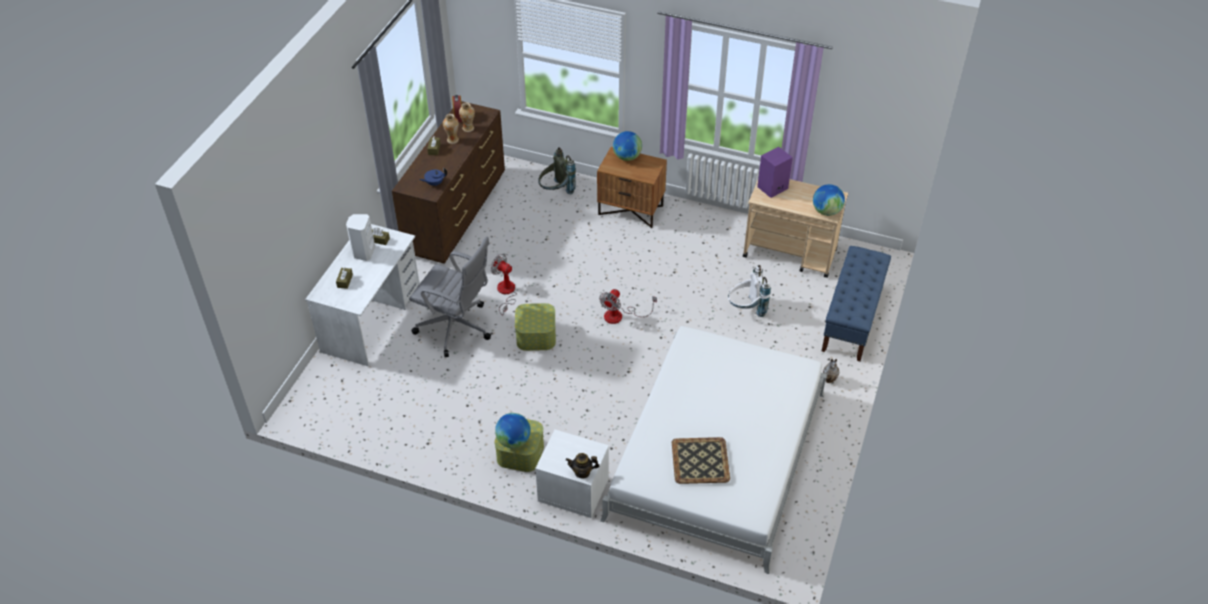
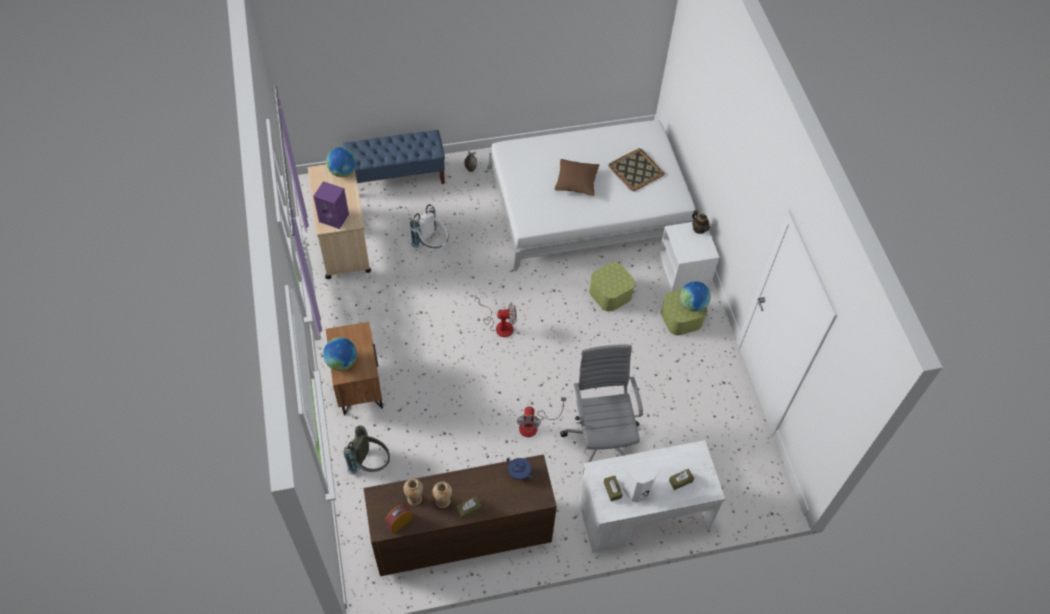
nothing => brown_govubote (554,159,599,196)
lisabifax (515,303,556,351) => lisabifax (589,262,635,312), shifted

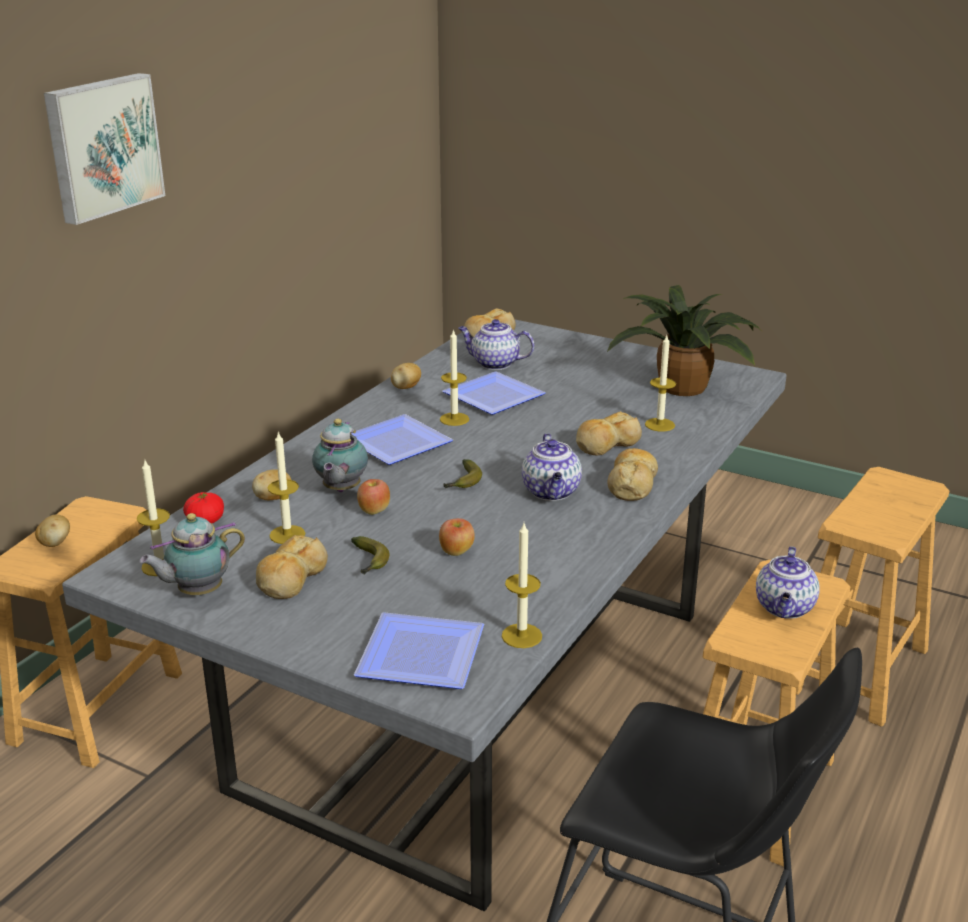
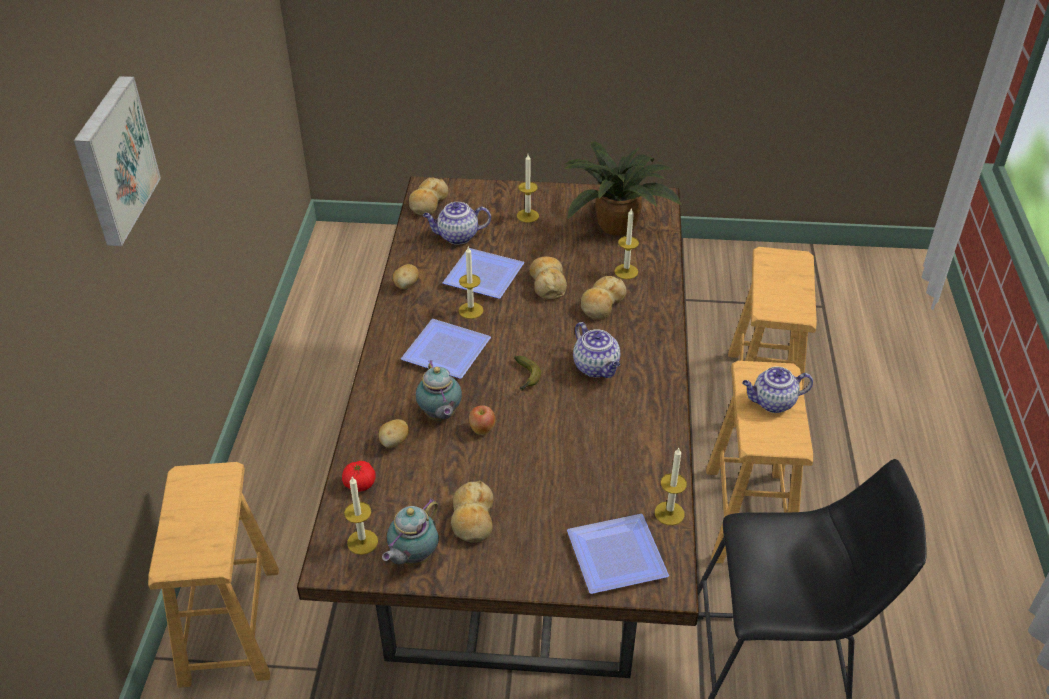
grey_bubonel (62,320,787,911) => brown_bubonel (297,176,699,678)
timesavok (268,431,305,544) => timesavok (517,154,539,223), shifted
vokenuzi (607,448,658,501) => vokenuzi (530,256,567,300), shifted
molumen (756,546,820,619) => molumen (742,367,813,413), 90 degrees clockwise
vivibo (35,514,70,547) => nothing
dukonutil (351,536,389,575) => nothing
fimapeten (439,518,475,556) => nothing

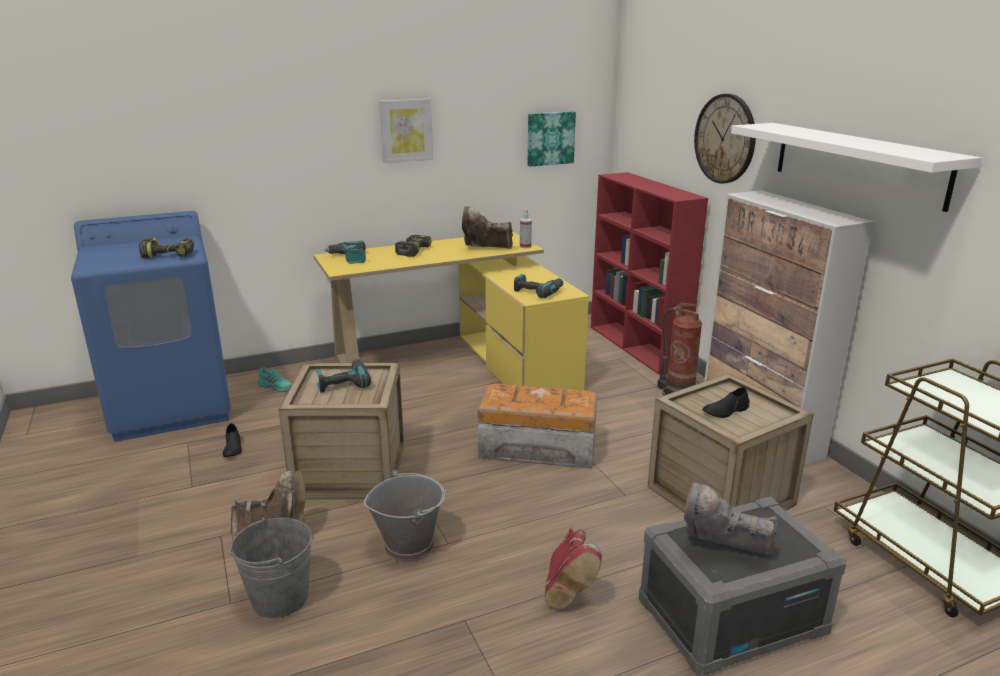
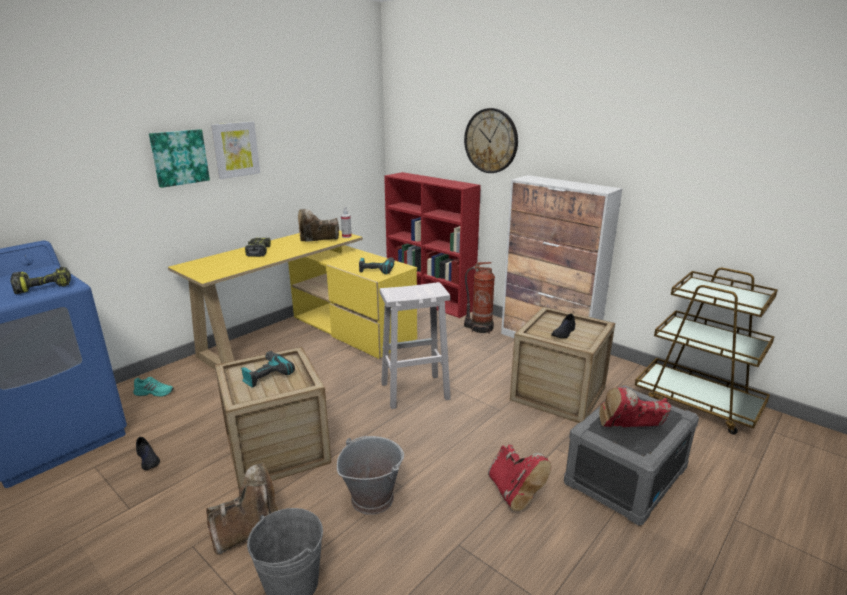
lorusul (528,111,576,167) => lorusul (149,129,210,188), shifted
lisabifax (478,384,597,469) => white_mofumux (379,282,451,409)
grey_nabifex (684,482,778,555) => red_nabifex (599,387,671,427)
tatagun (324,241,366,264) => nothing
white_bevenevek (731,123,982,212) => nothing

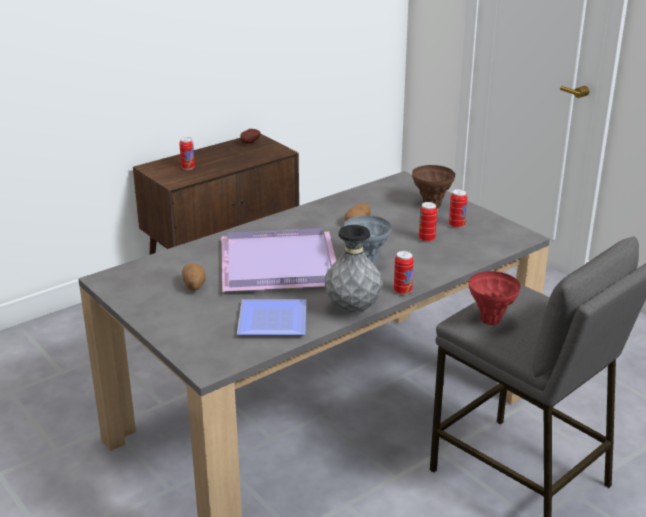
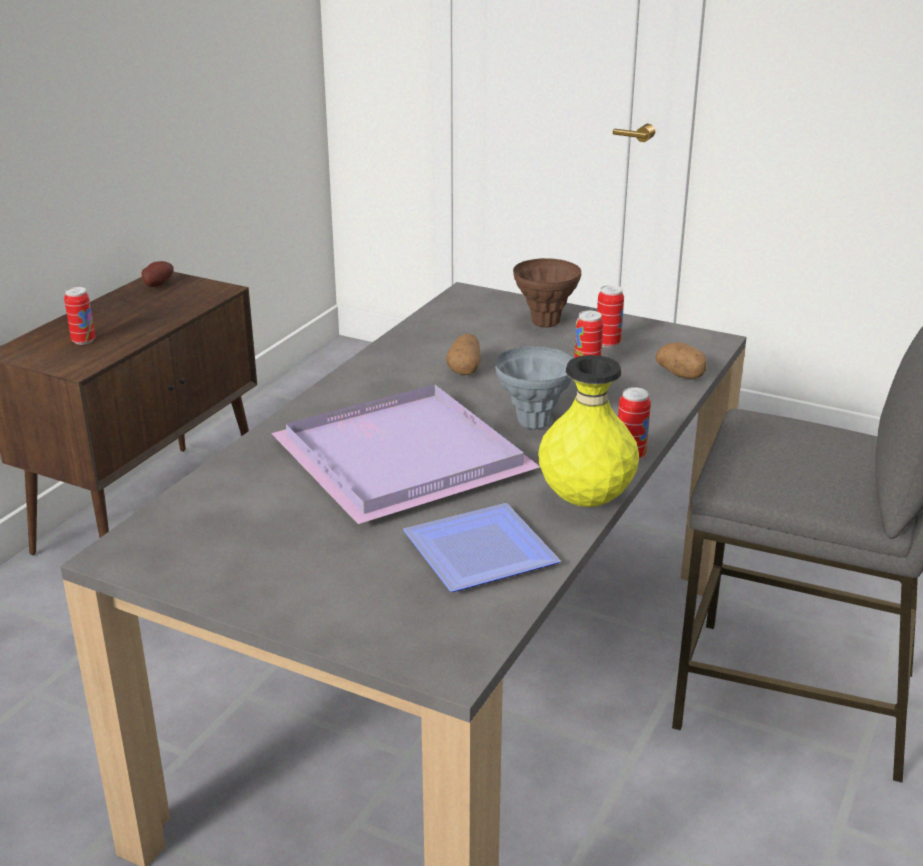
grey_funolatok (324,225,383,313) => yellow_funolatok (538,355,639,507)
vivibo (182,263,205,291) => vivibo (655,342,707,379), shifted
red_funolatok (469,271,521,325) => nothing

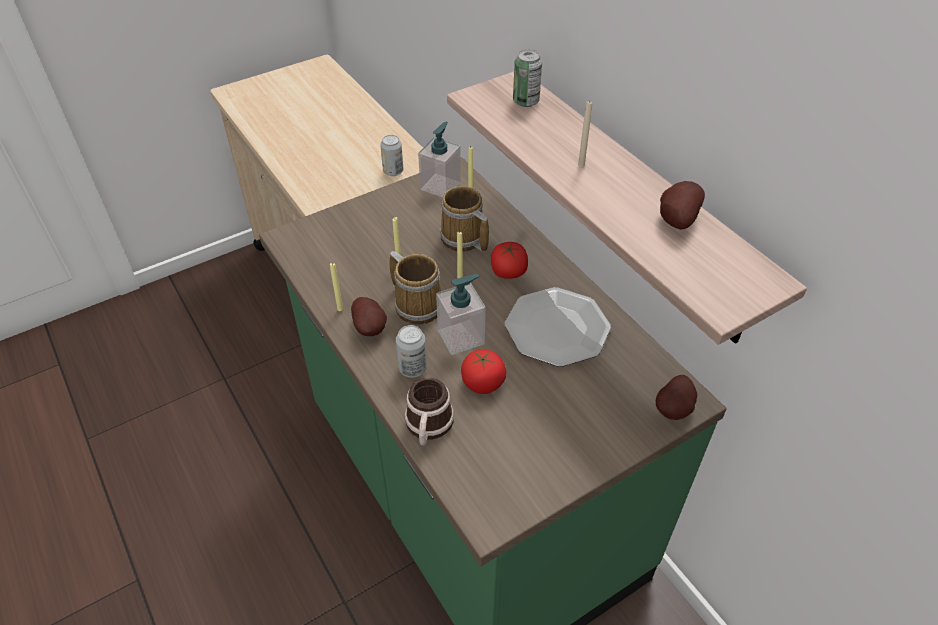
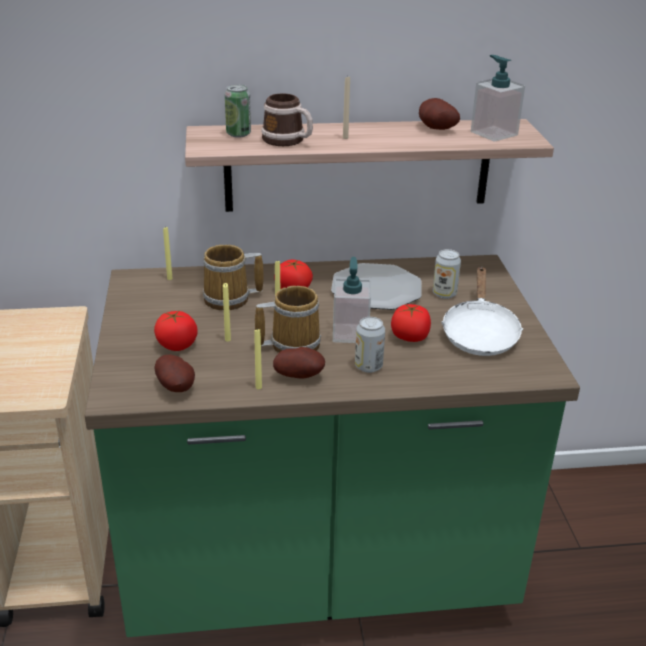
nothing => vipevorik (154,311,198,351)
vivibo (656,375,697,420) => vivibo (154,354,195,392), shifted
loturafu (405,378,454,446) => loturafu (261,93,313,146), shifted
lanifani (380,135,403,176) => lanifani (433,249,461,299), shifted
nothing => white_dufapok (441,267,523,356)
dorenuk (418,122,461,197) => dorenuk (471,55,525,142), shifted

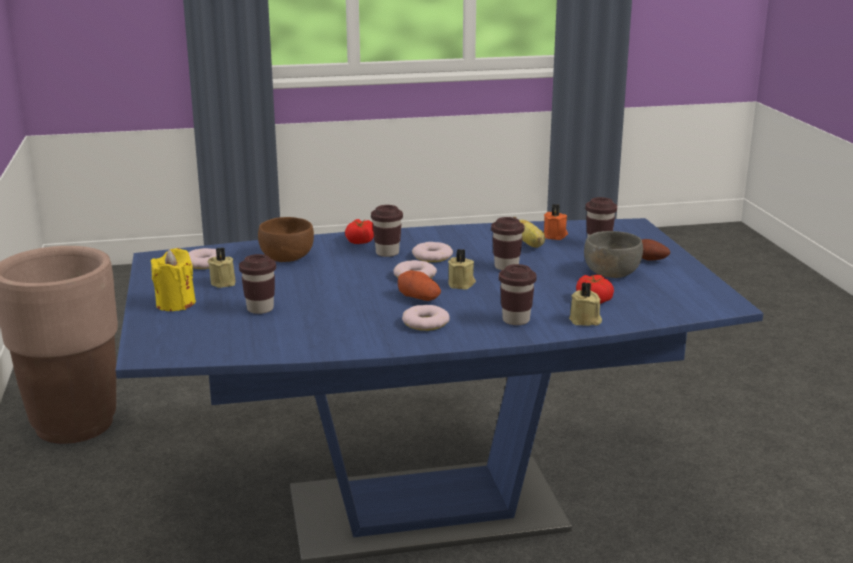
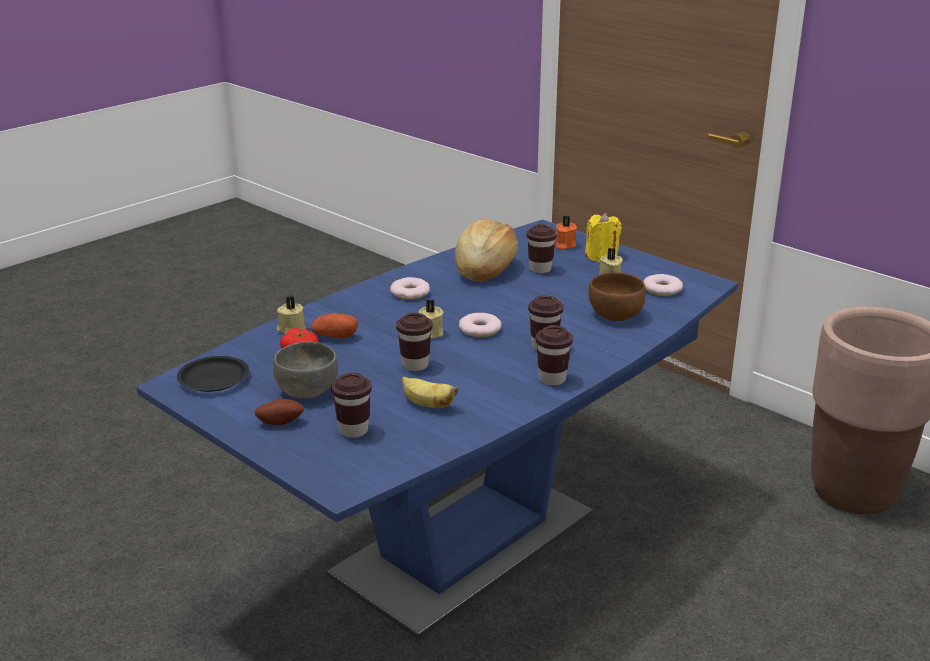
nothing => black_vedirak (177,356,249,392)
vivibo (398,270,441,301) => vivibo (311,313,358,338), shifted
nothing => vokenuzi (455,219,518,282)
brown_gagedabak (499,264,537,325) => brown_gagedabak (536,325,573,386), shifted
orange_timesavok (544,204,568,240) => orange_timesavok (555,216,577,250), shifted
vipevorik (345,219,374,244) => nothing
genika (412,242,453,262) => nothing

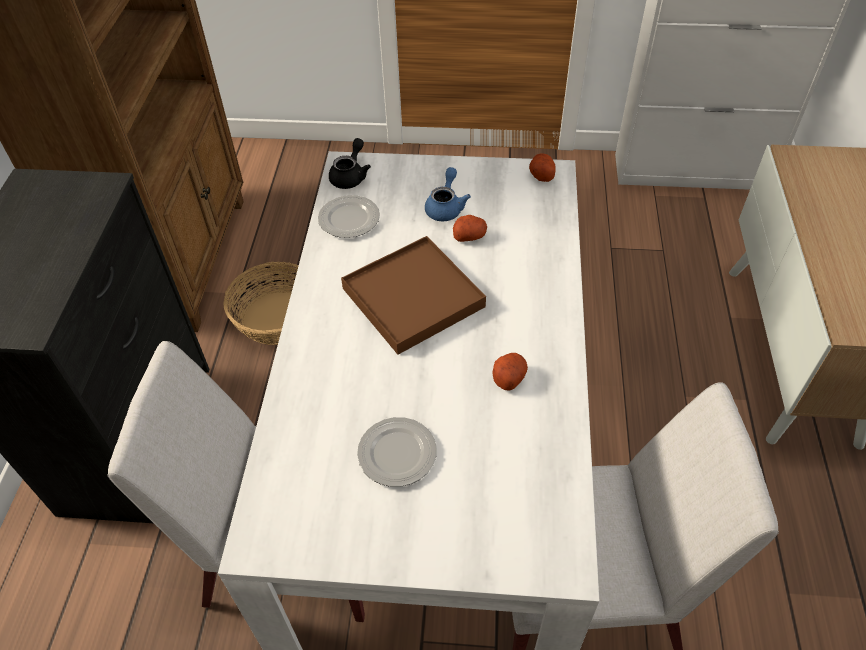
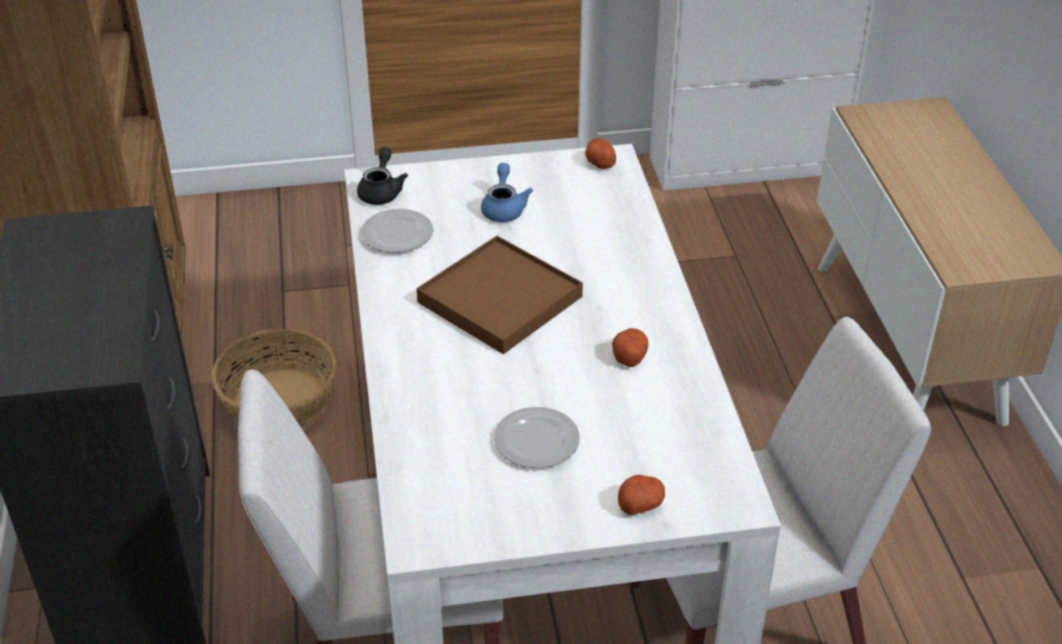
vivibo (453,215,487,242) => vivibo (618,475,665,515), shifted

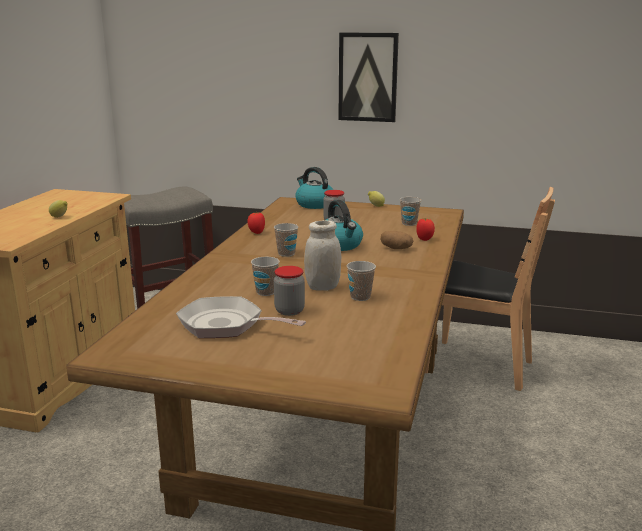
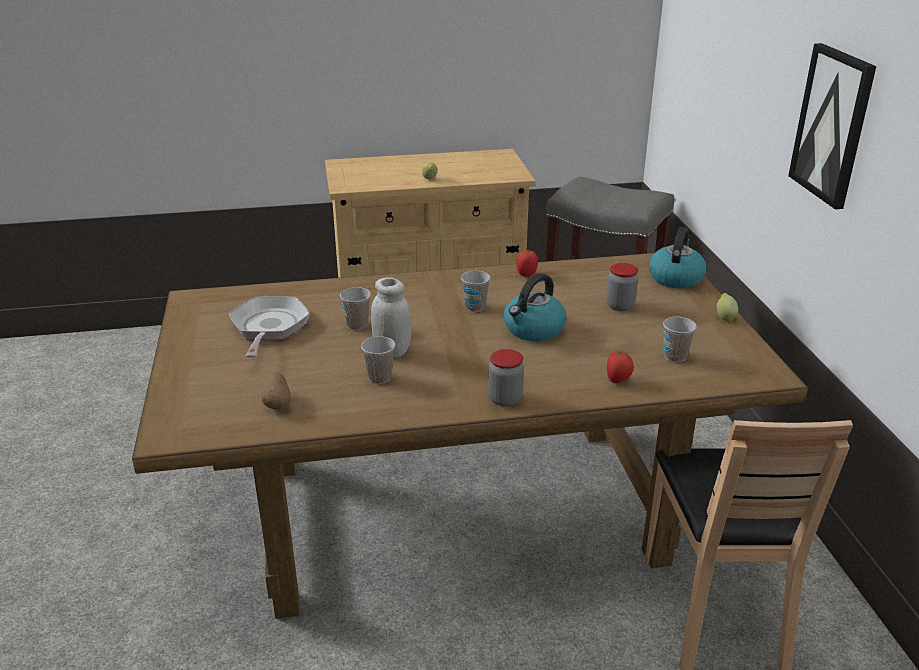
vivibo (380,231,413,249) => vivibo (261,373,290,410), shifted
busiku (274,266,305,316) => busiku (488,349,524,407), shifted

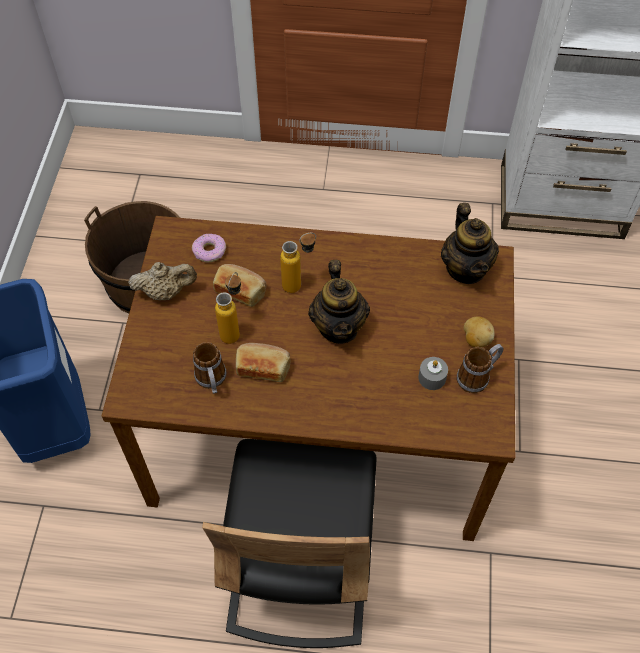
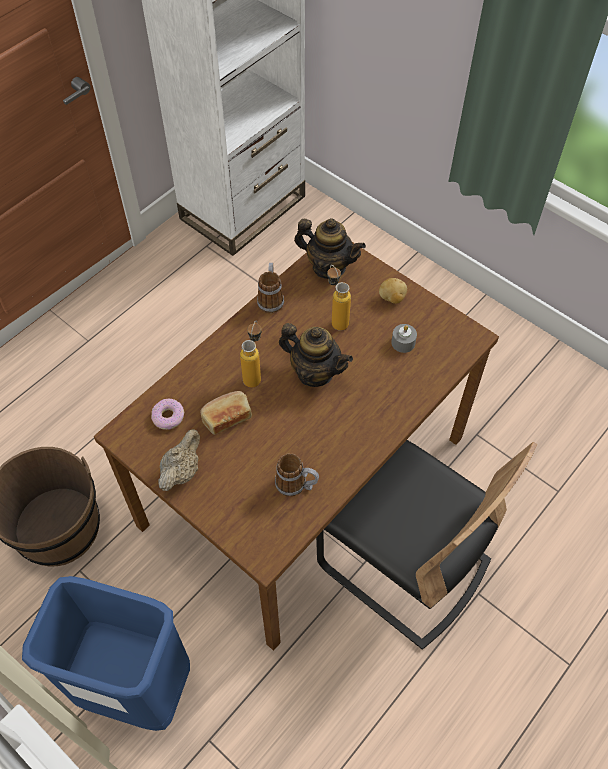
loturafu (457,344,504,393) => loturafu (257,263,284,313), shifted
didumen (215,272,241,344) => didumen (327,265,351,331), shifted
vokenuzi (236,343,290,382) => nothing

